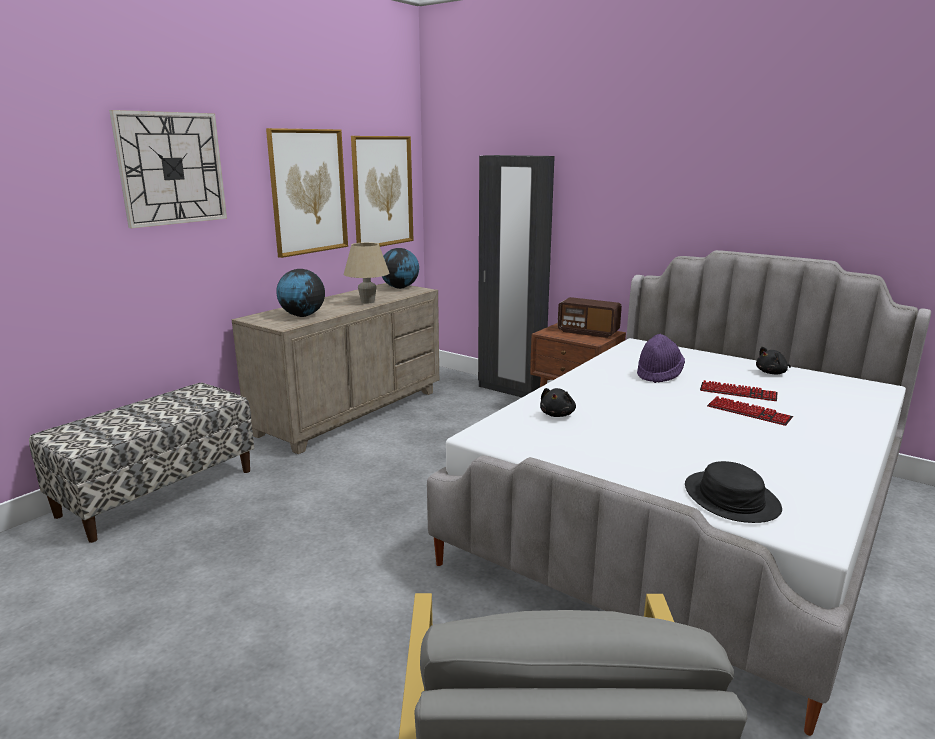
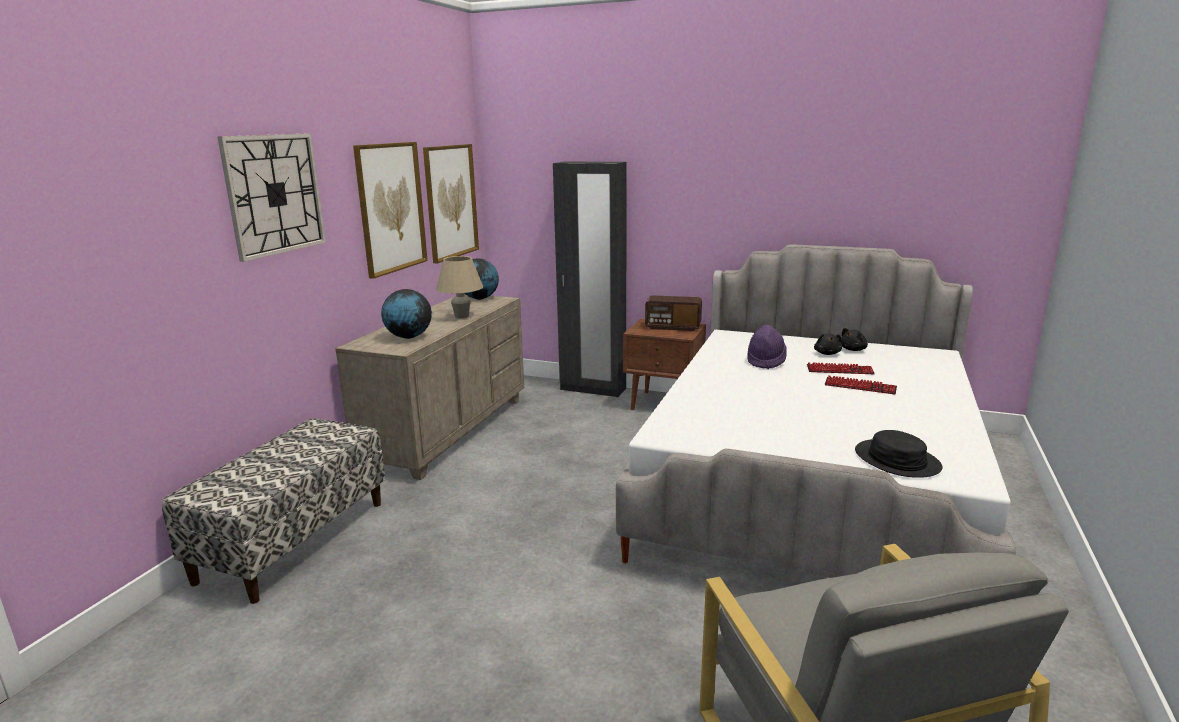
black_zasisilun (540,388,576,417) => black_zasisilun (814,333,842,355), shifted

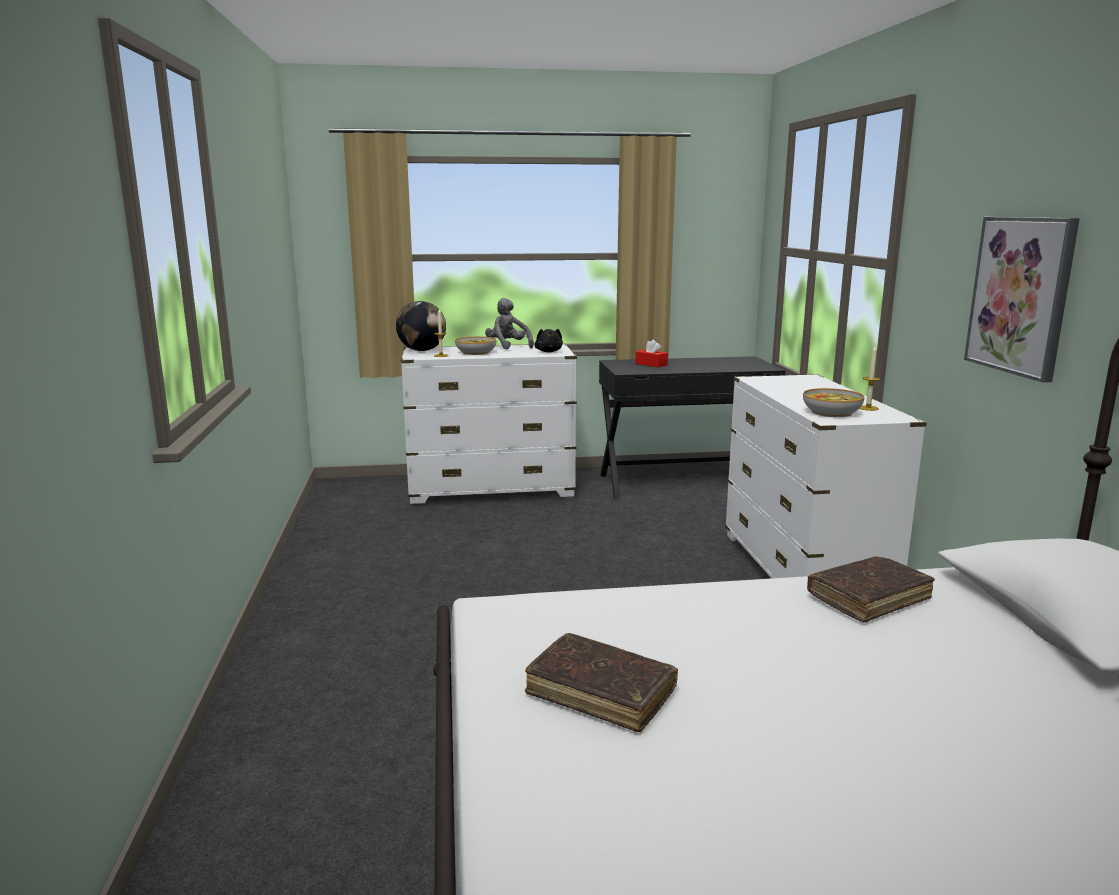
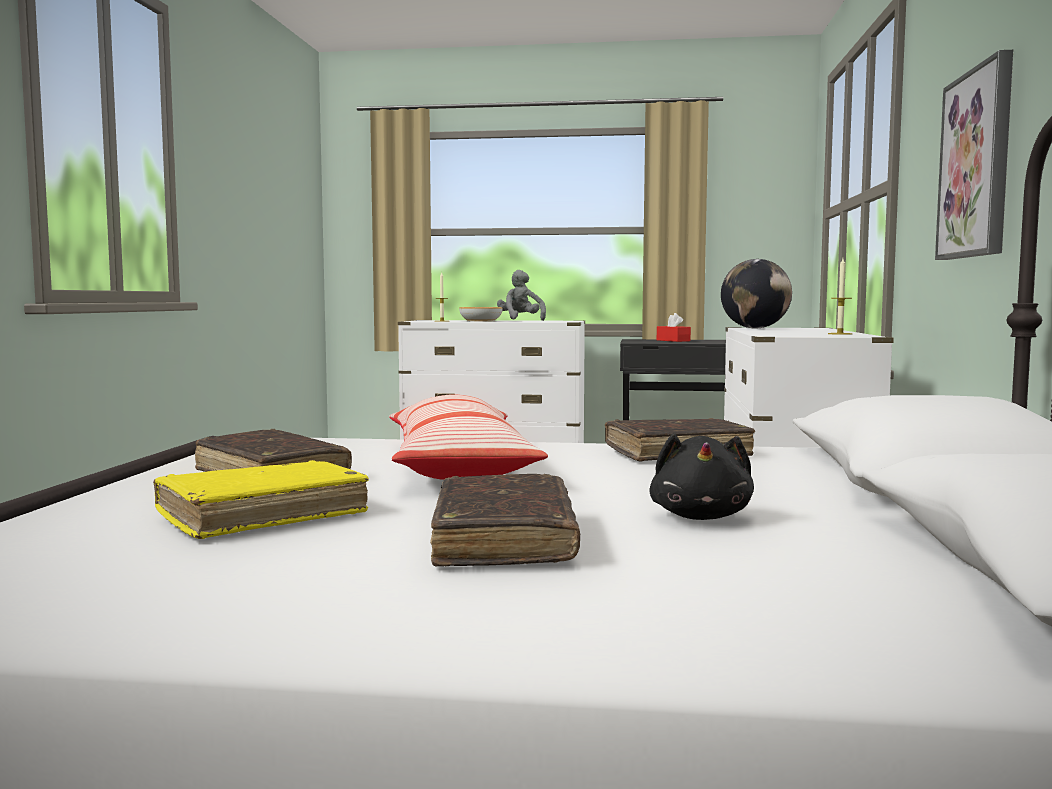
nothing => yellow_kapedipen (153,460,369,539)
nothing => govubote (389,394,548,480)
nothing => brown_kapedipen (430,474,580,566)
black_zasisilun (534,328,563,352) => black_zasisilun (649,433,754,520), shifted
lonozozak (396,301,446,351) => lonozozak (721,259,792,328), shifted
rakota (803,388,865,417) => nothing

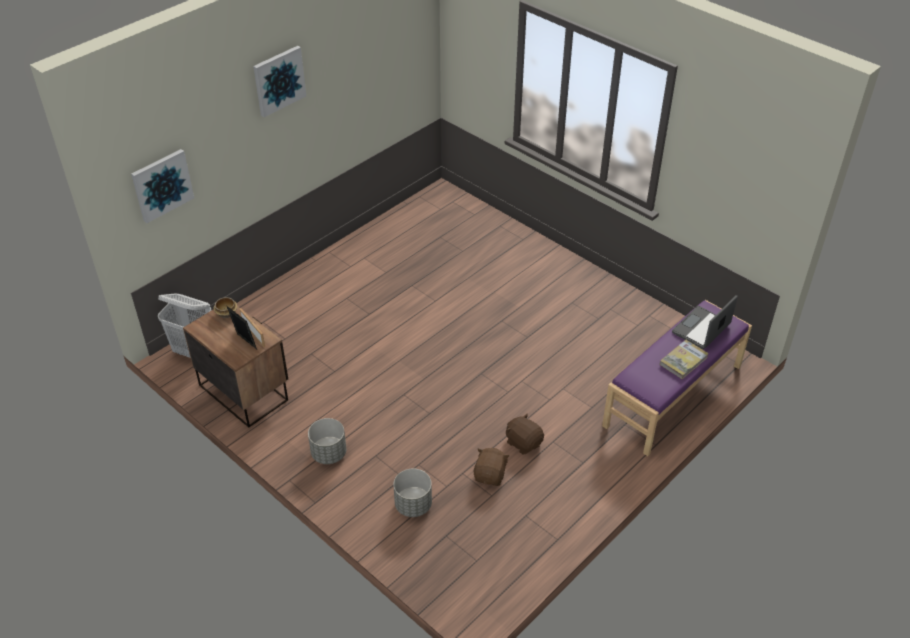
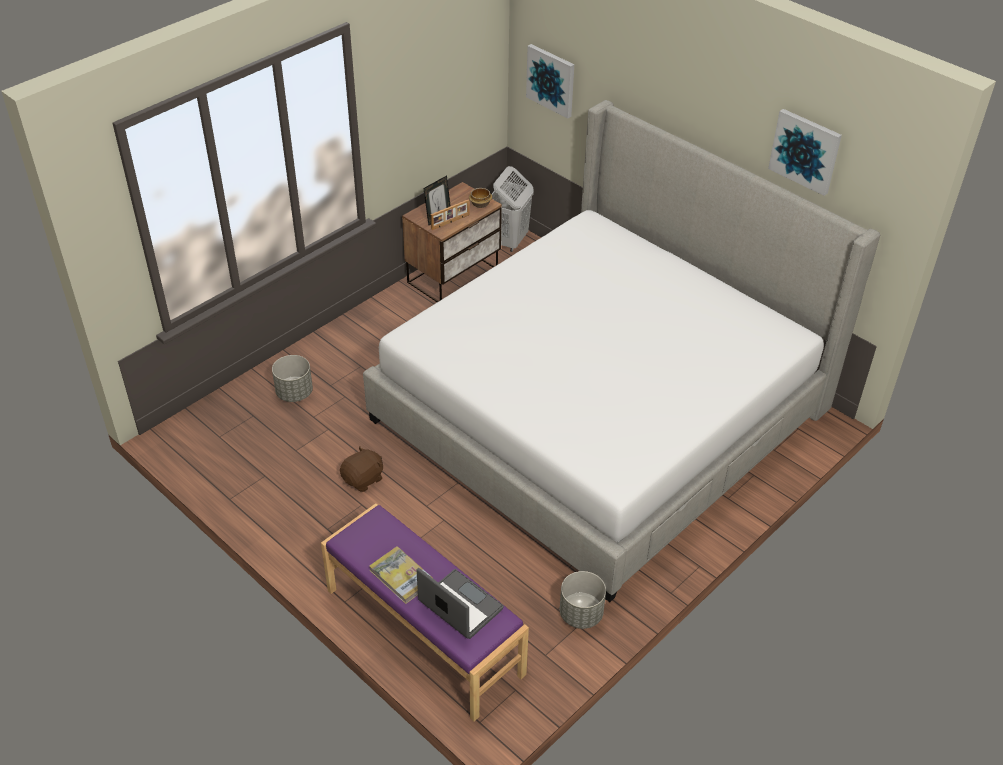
nothing => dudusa (363,100,880,602)
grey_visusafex (308,418,346,464) => grey_visusafex (560,571,606,629), shifted
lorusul (253,46,306,117) => lorusul (768,109,842,196), shifted
brown_zasisilun (474,448,509,486) => nothing

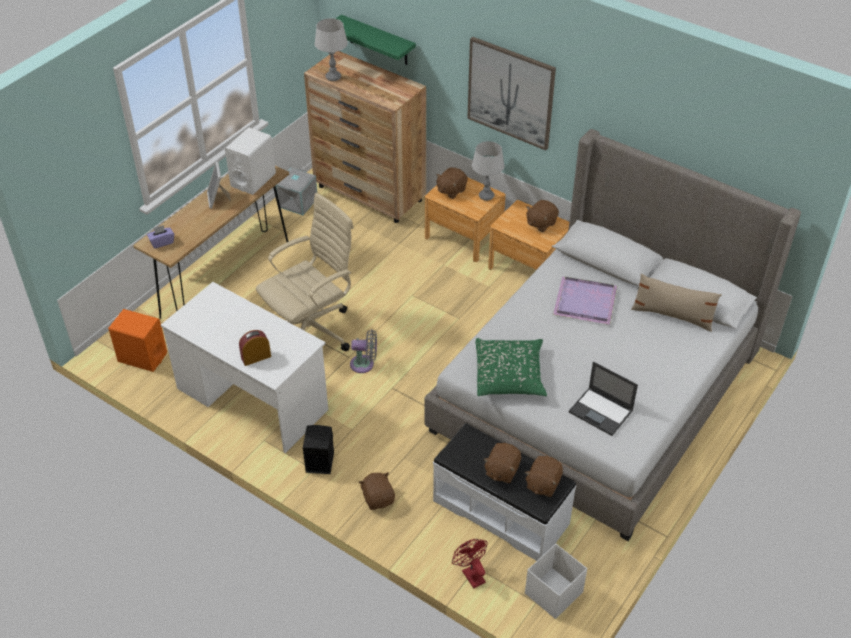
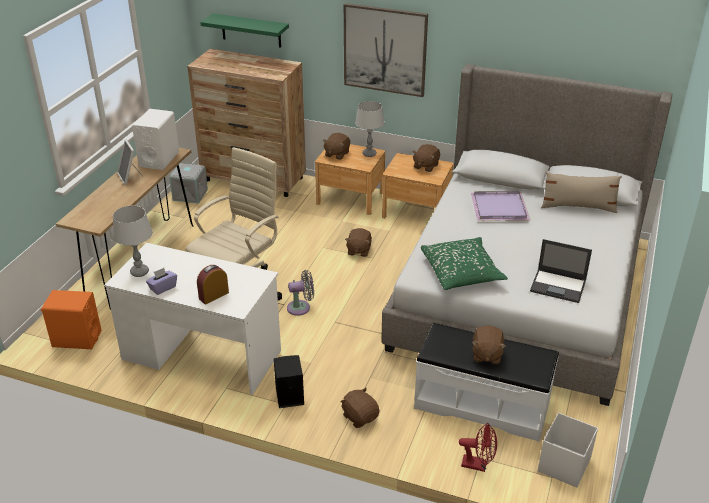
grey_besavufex (314,18,348,81) => grey_besavufex (113,206,153,277), shifted
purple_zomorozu (147,225,174,248) => purple_zomorozu (146,268,177,295), shifted
brown_zasisilun (525,456,563,497) => brown_zasisilun (345,228,372,257), shifted
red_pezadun (452,539,488,588) => red_pezadun (459,423,497,472), 150 degrees clockwise

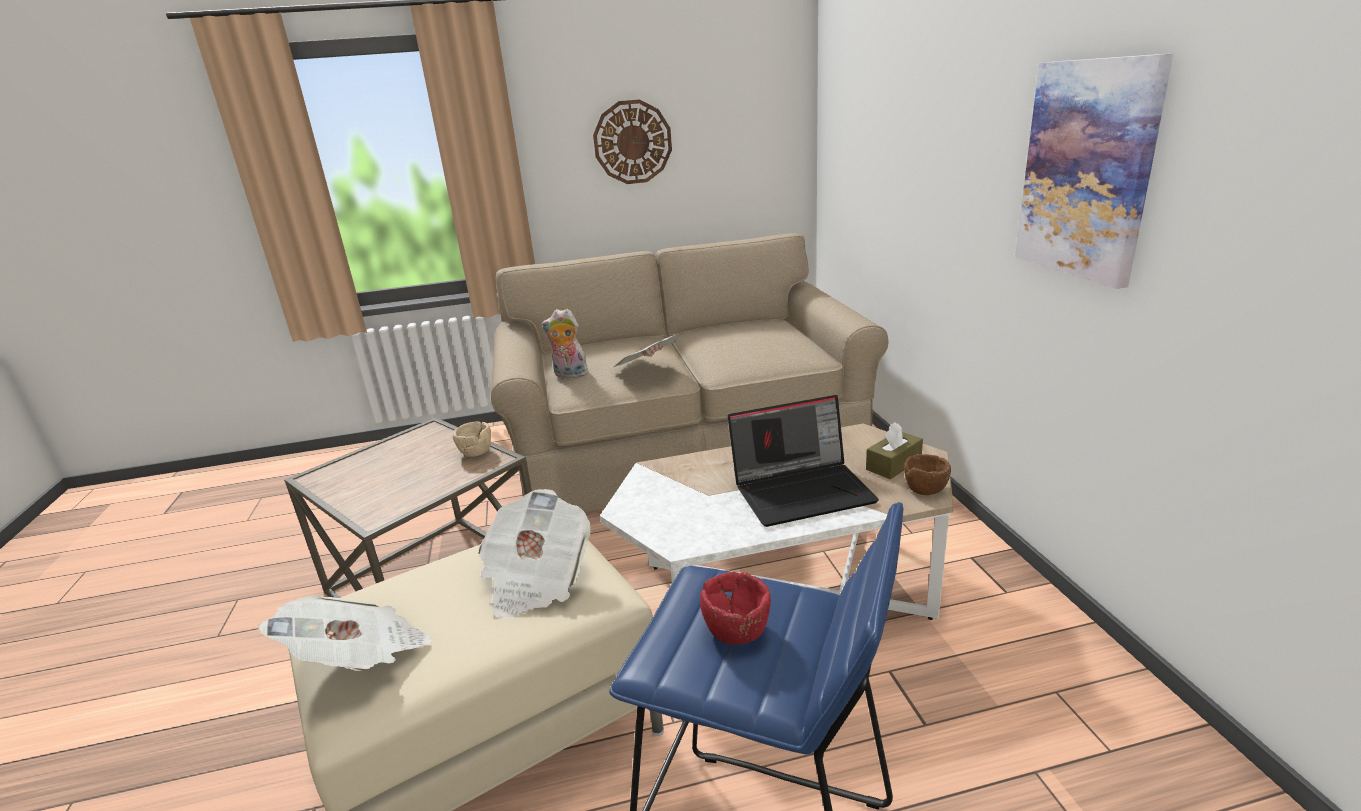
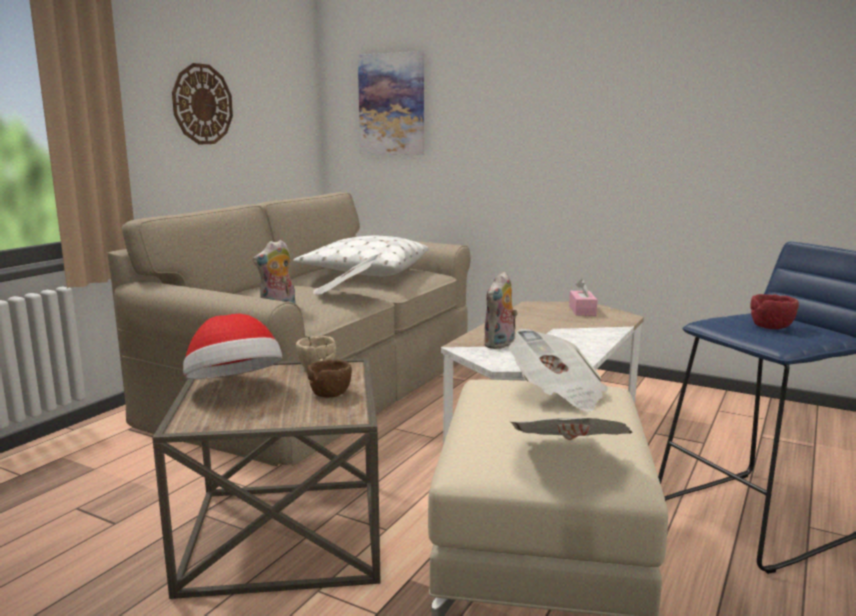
nothing => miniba (183,314,282,379)
nothing => white_govubote (293,236,429,276)
brown_rakota (904,454,951,495) => brown_rakota (308,359,352,398), shifted
lorusul (1015,53,1174,289) => lorusul (358,51,424,155), shifted
nothing => zasisilun (484,272,518,349)
brown_zomorozu (866,422,923,479) => pink_zomorozu (569,279,597,316)
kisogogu (728,395,879,527) => nothing

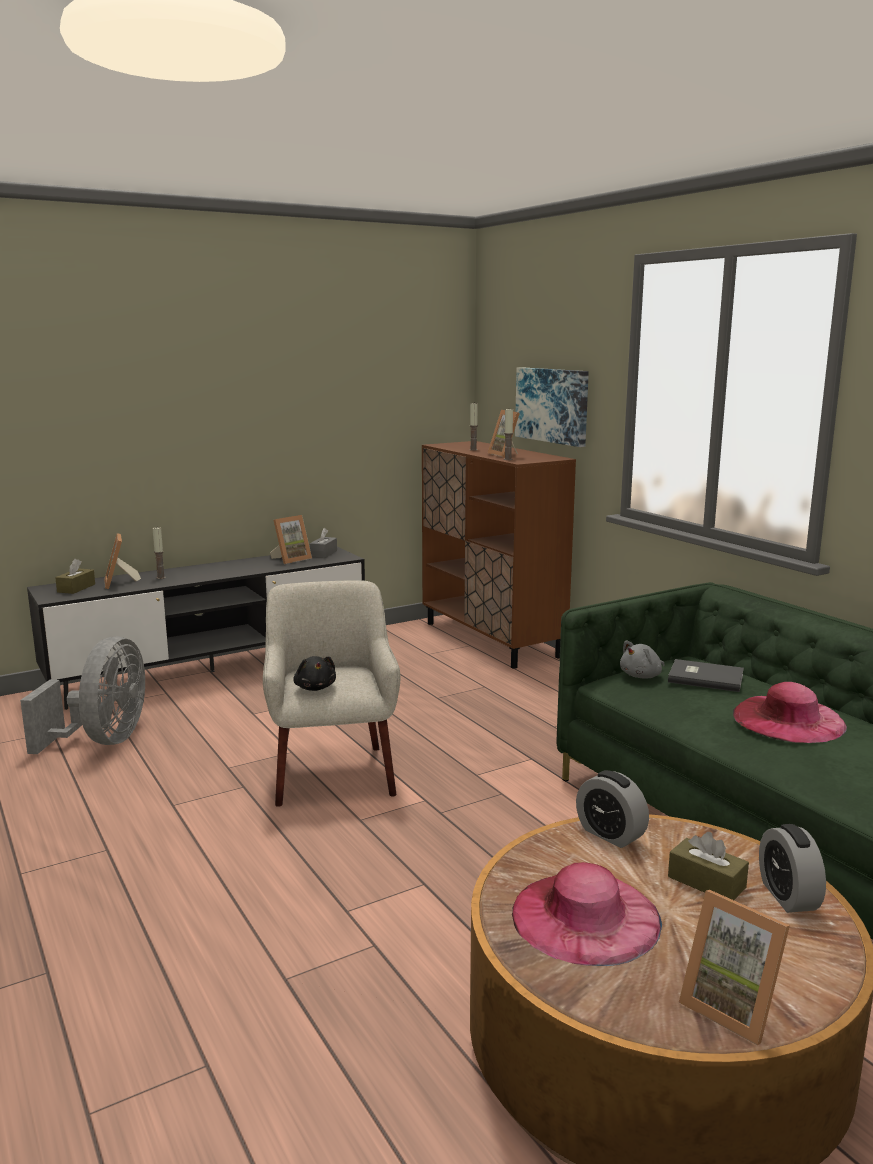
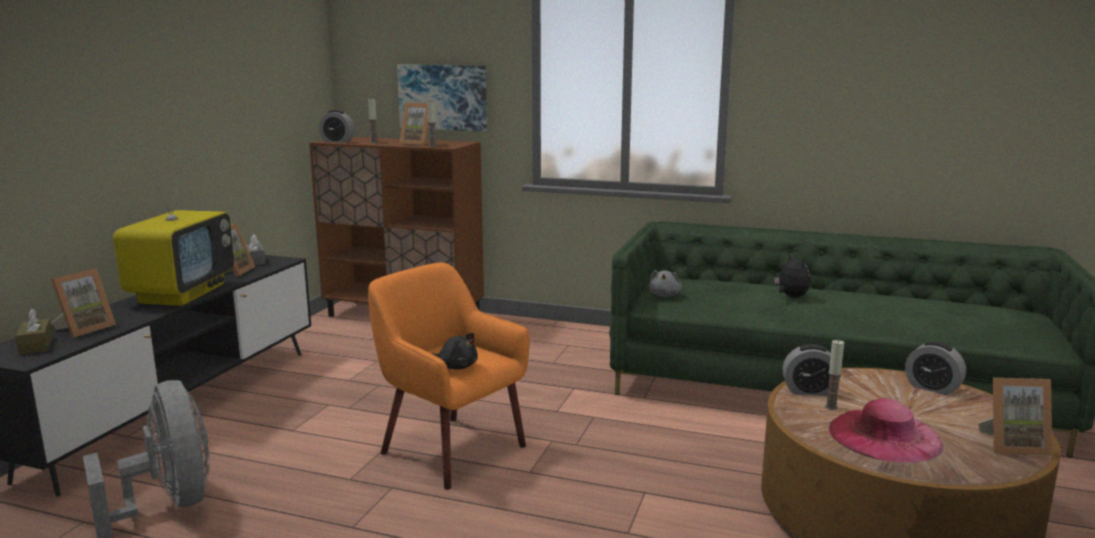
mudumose (104,533,141,589) => mudumose (51,268,116,338), 90 degrees counterclockwise
nothing => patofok (113,171,234,306)
nothing => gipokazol (319,110,355,143)
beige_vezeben (263,580,400,807) => orange_vezeben (368,263,530,490)
pink_miniba (733,682,847,743) => zasisilun (774,253,811,298)
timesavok (153,527,166,579) => timesavok (825,339,844,410), shifted
grey_kapedipen (668,659,744,692) => nothing
brown_zomorozu (668,832,749,900) => nothing

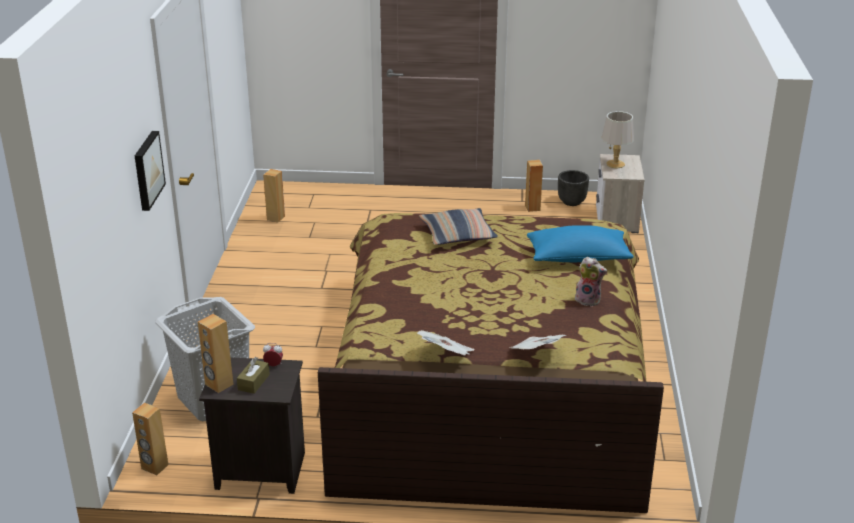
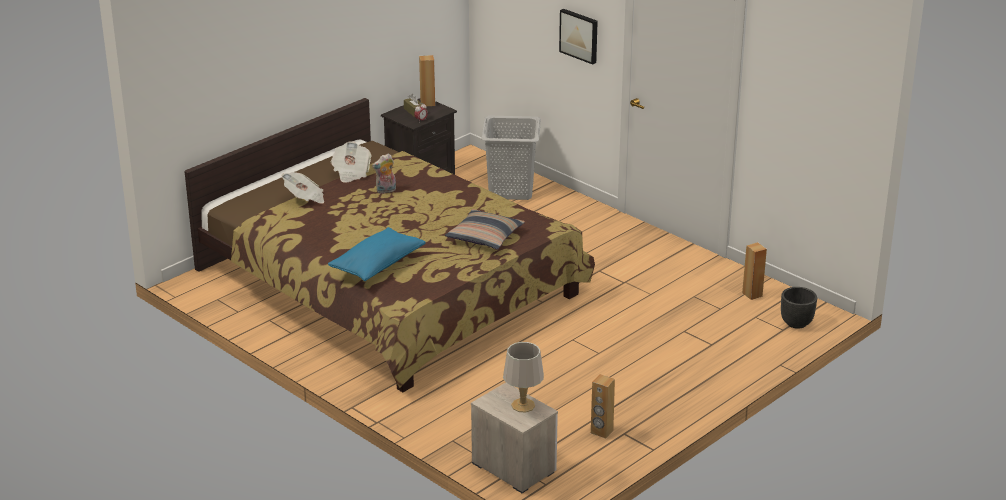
zasisilun (575,257,607,307) => zasisilun (372,154,396,194), shifted
black_visusafex (558,170,589,206) => black_visusafex (781,287,817,329), shifted
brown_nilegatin (132,403,169,475) => nothing

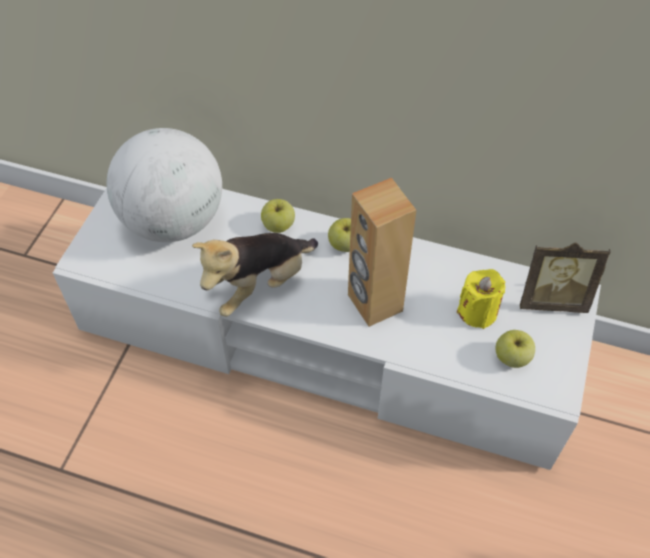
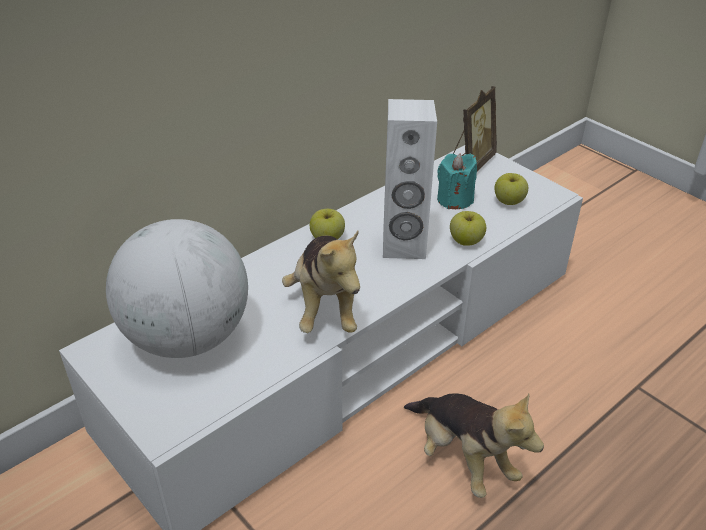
brown_nilegatin (348,178,416,327) => white_nilegatin (383,99,437,259)
nothing => zasisilun (404,394,544,498)
yellow_timesavok (457,269,505,329) => turquoise_timesavok (437,154,477,209)
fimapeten (261,199,295,233) => fimapeten (450,211,486,246), shifted

